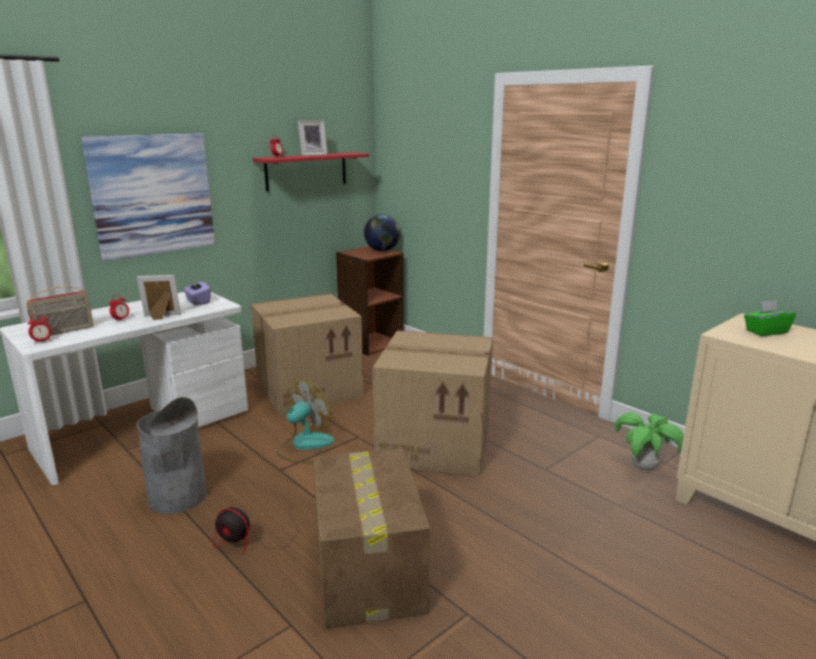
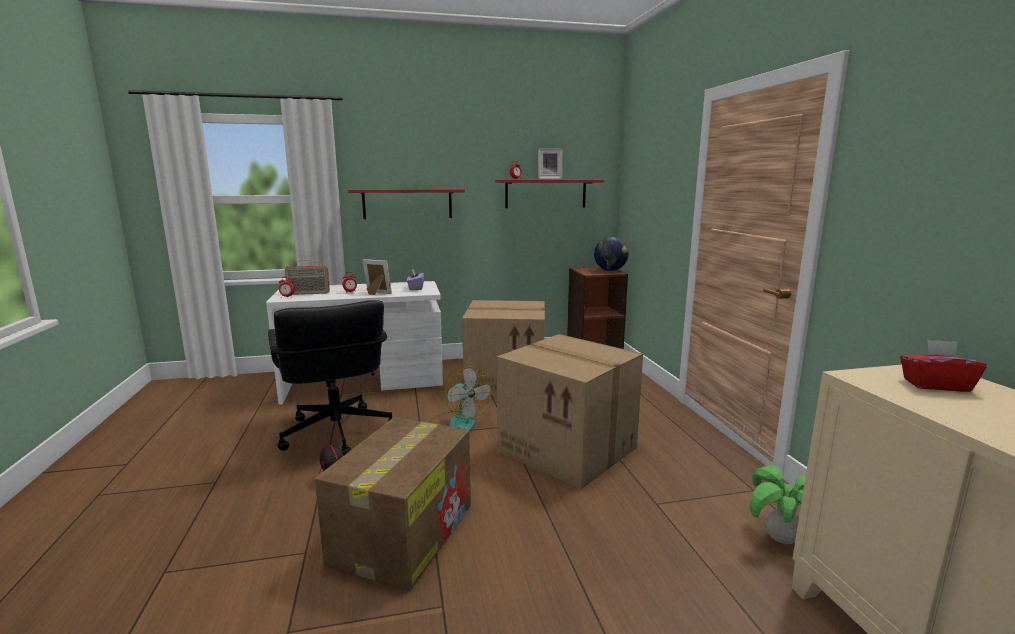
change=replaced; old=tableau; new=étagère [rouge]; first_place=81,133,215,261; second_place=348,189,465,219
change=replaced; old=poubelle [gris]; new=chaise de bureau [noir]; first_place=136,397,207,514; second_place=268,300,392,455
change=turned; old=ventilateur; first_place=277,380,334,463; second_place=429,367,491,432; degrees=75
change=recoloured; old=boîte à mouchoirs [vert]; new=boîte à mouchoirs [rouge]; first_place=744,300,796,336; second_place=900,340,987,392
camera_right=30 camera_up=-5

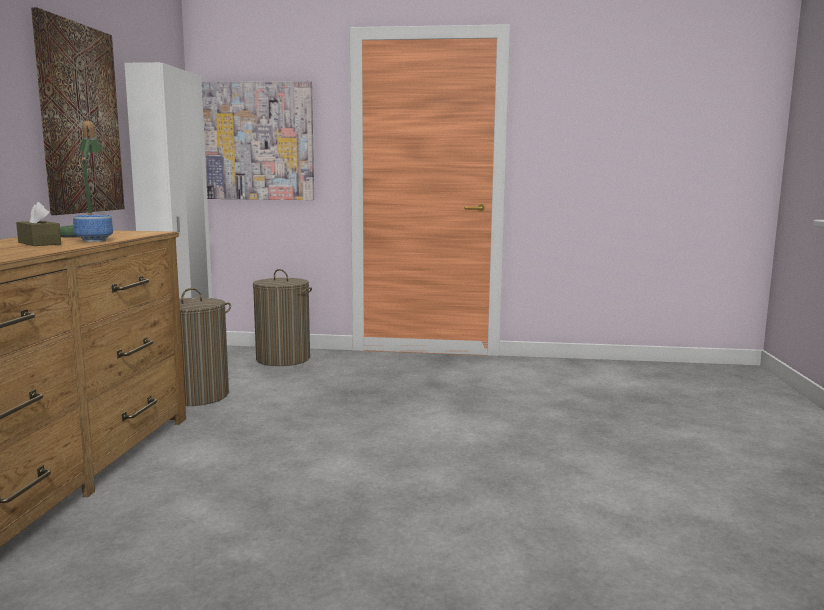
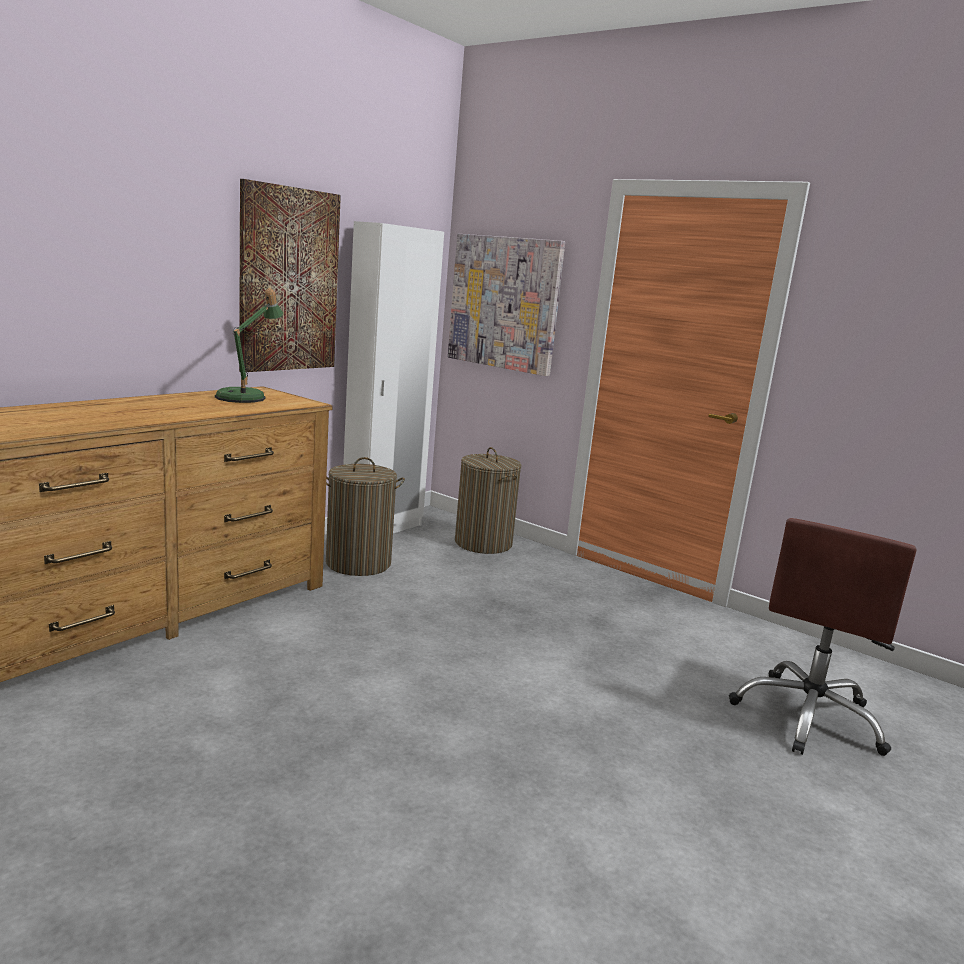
change=removed; old=boîte à mouchoirs [marron]; first_place=16,202,61,246
change=removed; old=bol; first_place=73,215,113,242
change=added; new=chaise de bureau [marron]; second_place=729,518,917,756
camera_right=30 camera_up=5

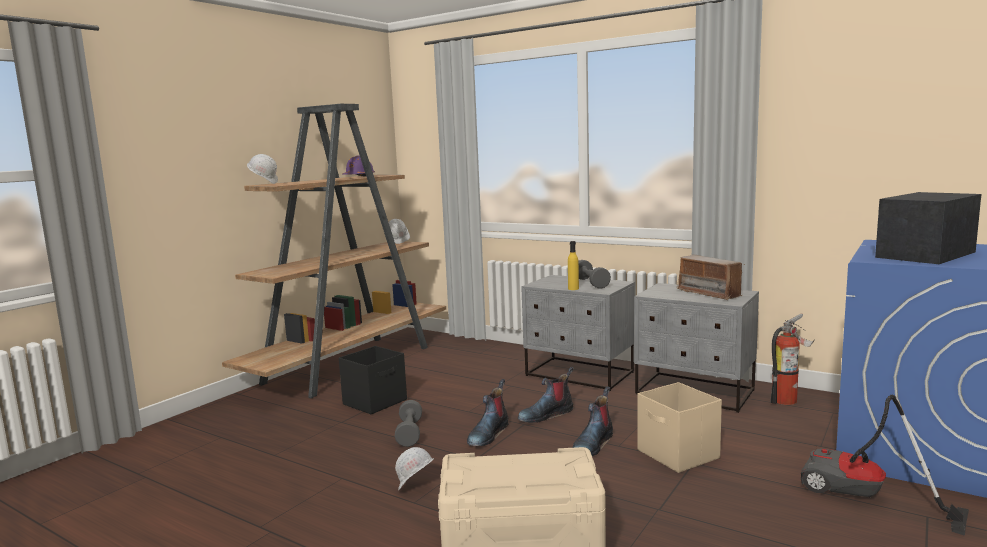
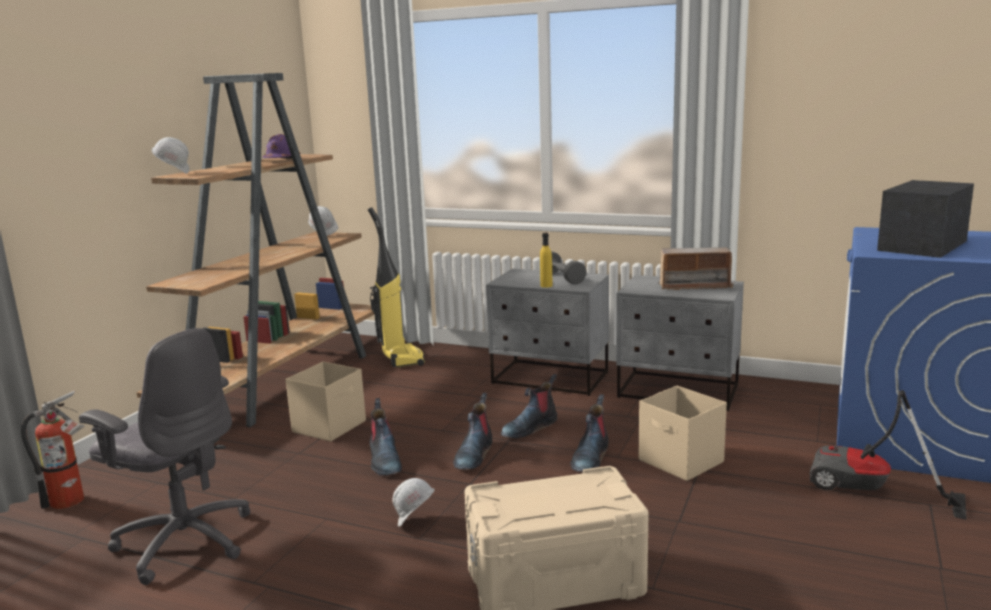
change=recoloured; old=boîte de rangement [noir]; new=boîte de rangement [beige]; first_place=339,346,407,414; second_place=286,362,366,442
change=replaced; old=haltère [gris]; new=botte; first_place=395,400,422,447; second_place=370,398,402,476
change=turned; old=radio; first_place=676,255,745,300; second_place=660,247,735,290; degrees=-45
change=moved; old=extincteur; first_place=770,314,815,405; second_place=21,390,85,509
change=added; new=chaise de bureau [gris]; second_place=79,328,250,585
change=added; new=aspirateur; second_place=368,207,425,367
camera_right=-10 camera_up=5

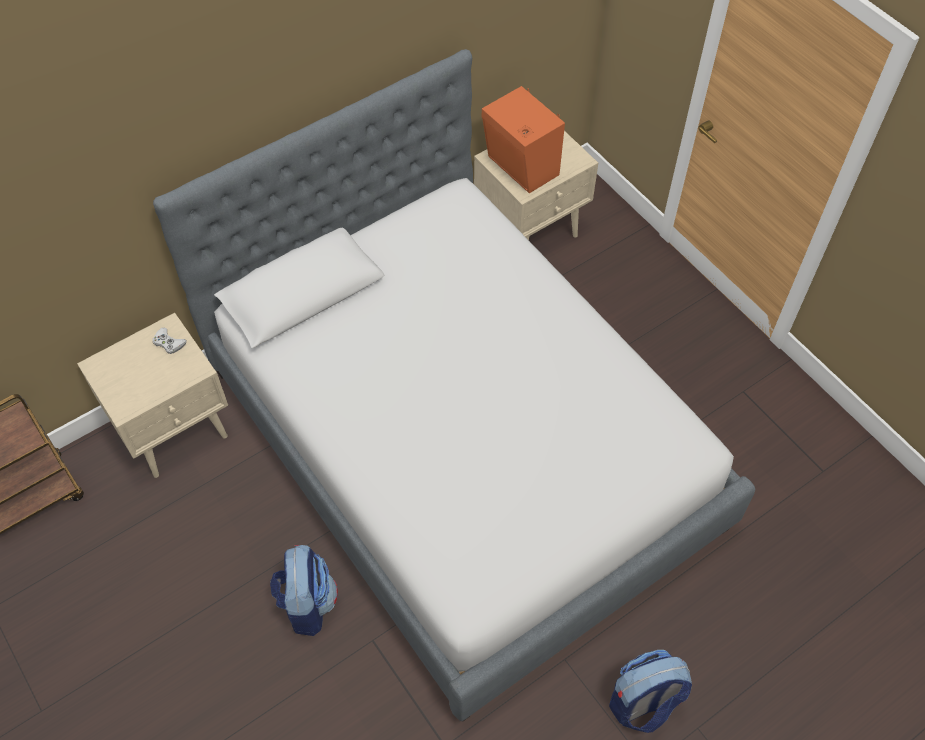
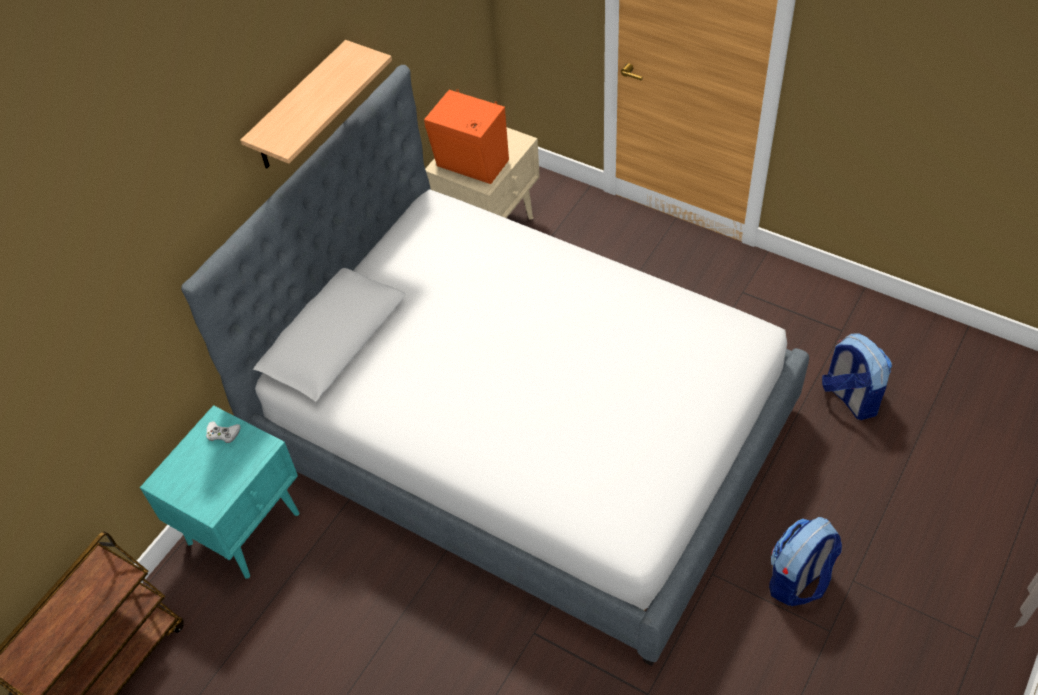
change=recoloured; old=table de chevet [beige]; new=table de chevet [turquoise]; first_place=77,313,228,478; second_place=140,405,300,579
change=moved; old=sac à dos; first_place=270,545,338,636; second_place=822,333,892,420
change=added; new=étagère; second_place=240,40,392,168
camera_right=-20 camera_up=-5

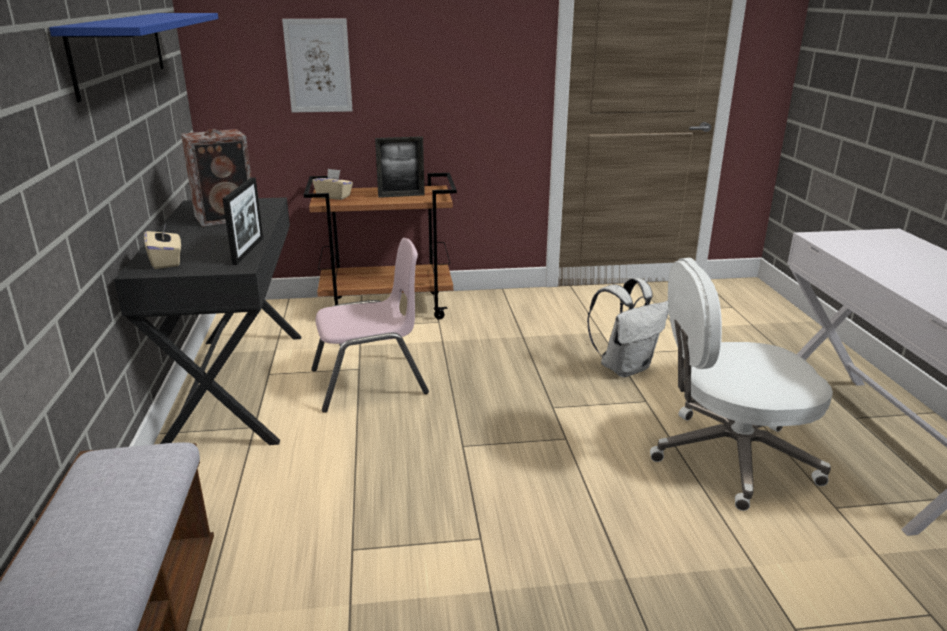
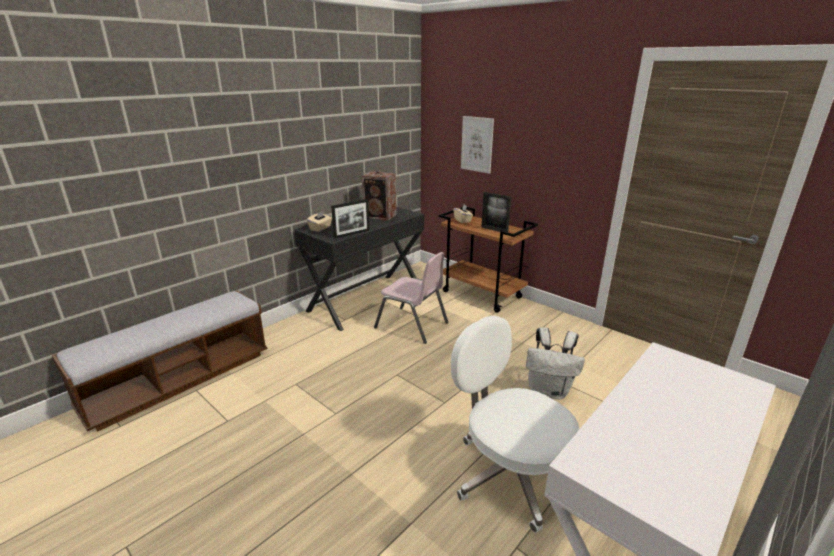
change=removed; old=étagère [bleu]; first_place=49,13,218,102
camera_right=50 camera_up=0

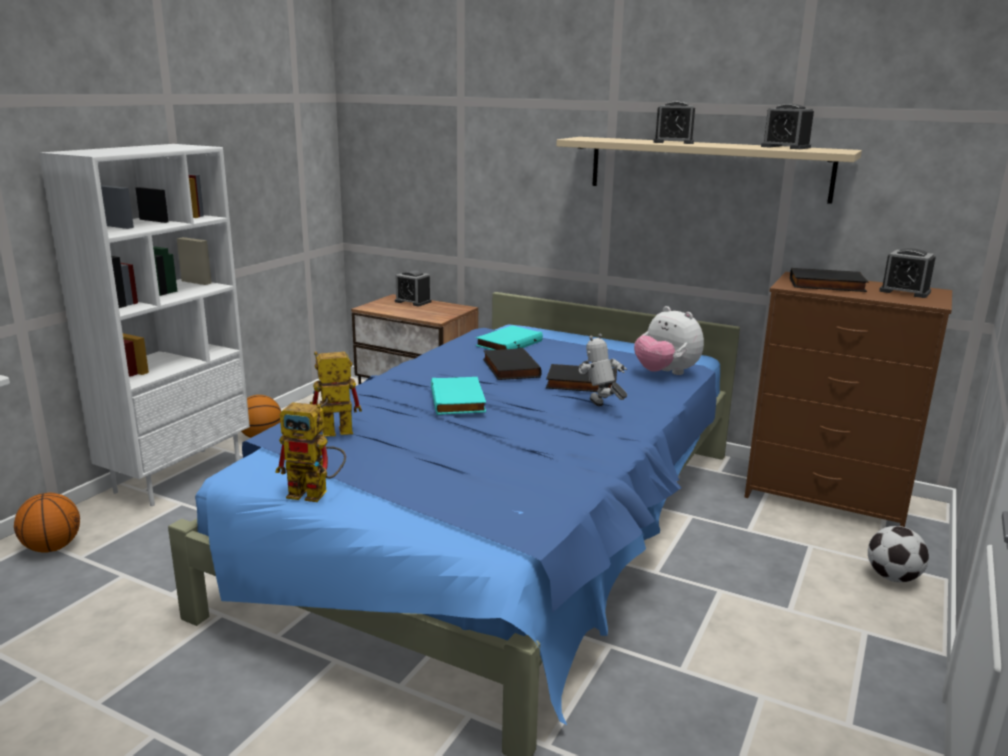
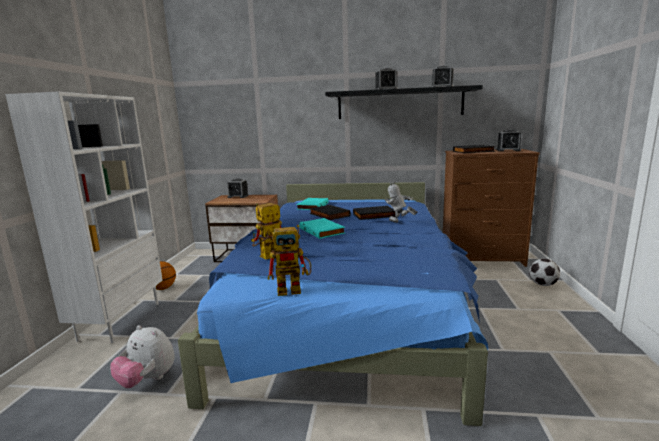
change=removed; old=ballon de basket; first_place=14,493,80,553
change=recoloured; old=étagère [beige]; new=étagère [noir]; first_place=556,137,862,204; second_place=325,85,483,119
change=moved; old=peluche; first_place=634,306,704,375; second_place=110,325,175,388
camera_right=-20 camera_up=-5

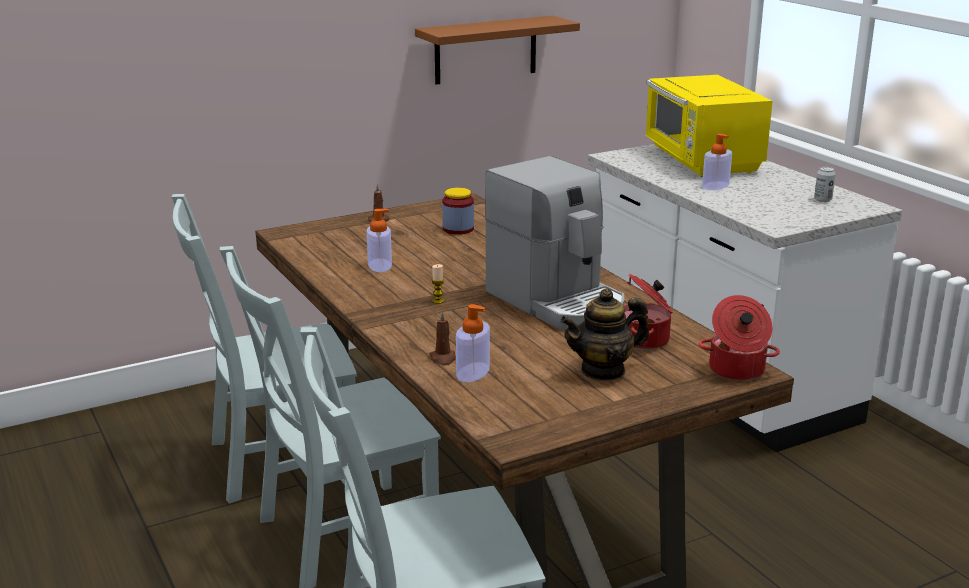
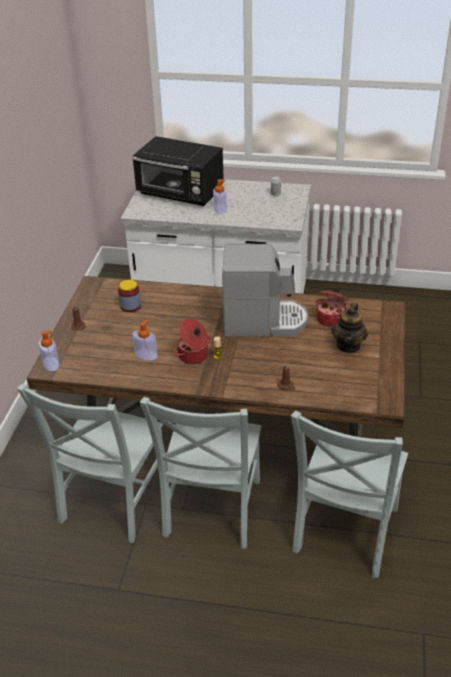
change=removed; old=étagère [marron]; first_place=415,16,580,85
change=moved; old=distributeur de savon; first_place=456,304,490,382; second_place=38,330,59,371
change=recoloured; old=micro-ondes [jaune]; new=micro-ondes [noir]; first_place=645,75,773,177; second_place=132,136,224,206
change=moved; old=marmite; first_place=699,295,780,381; second_place=174,319,211,364
camera_right=-50 camera_up=15

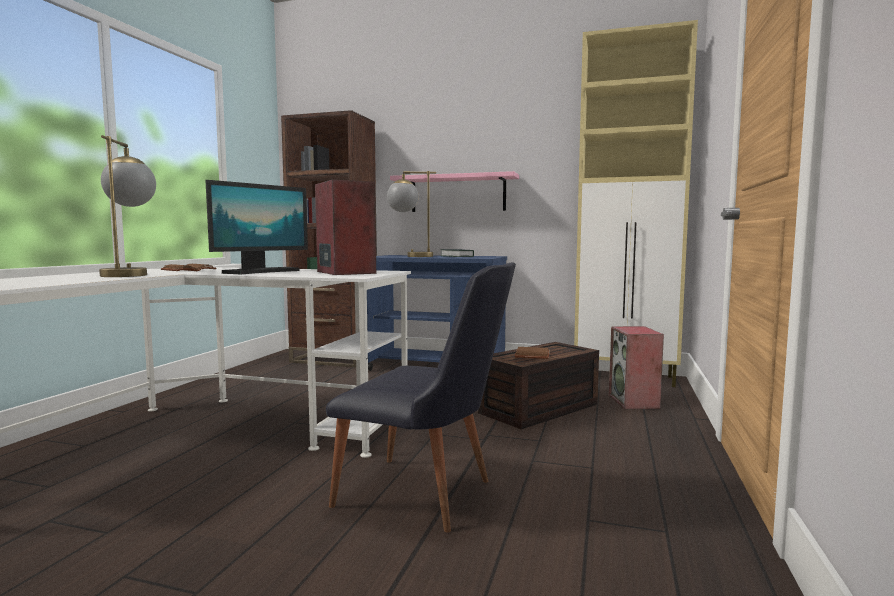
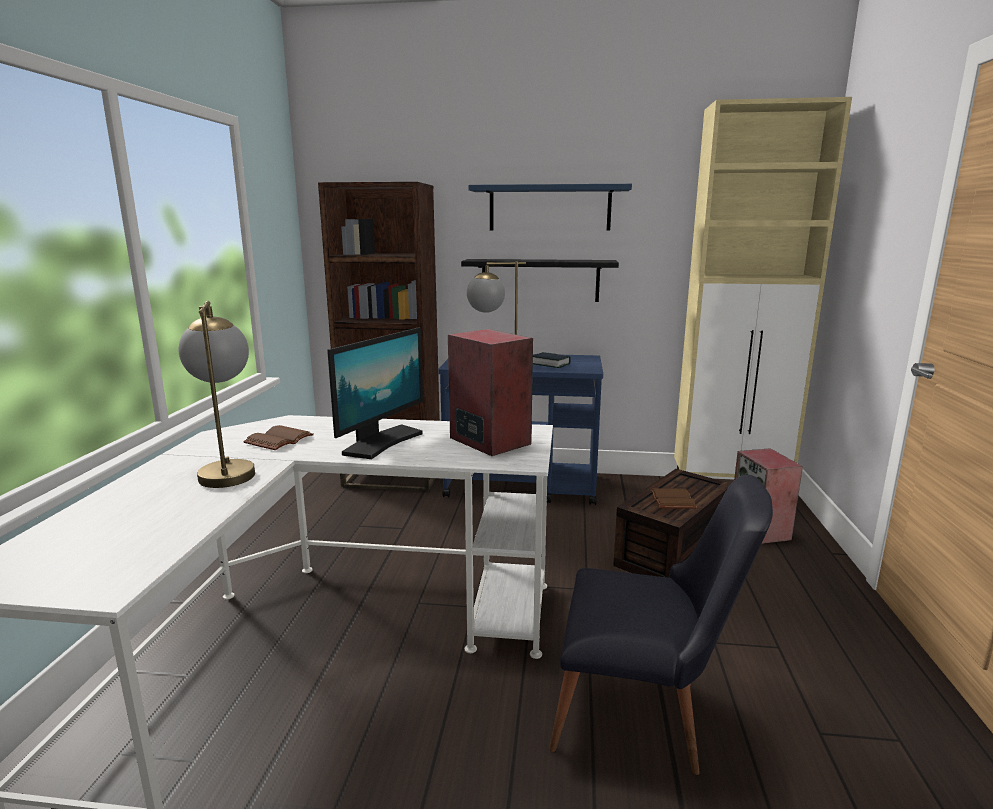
change=recoloured; old=étagère [rose]; new=étagère [noir]; first_place=390,171,519,212; second_place=461,259,619,302
change=added; new=étagère [bleu]; second_place=468,184,632,231
camera_right=-10 camera_up=10

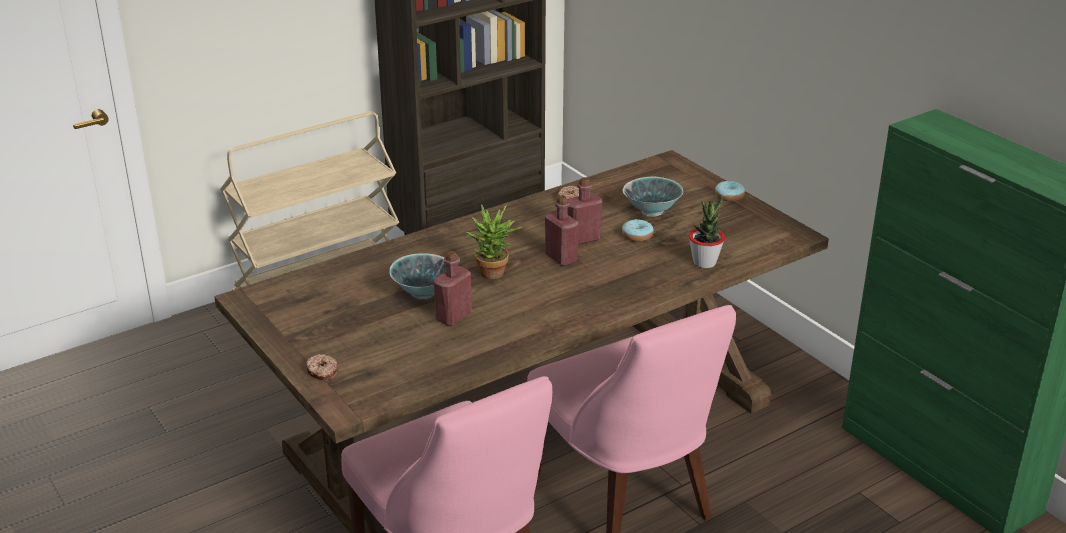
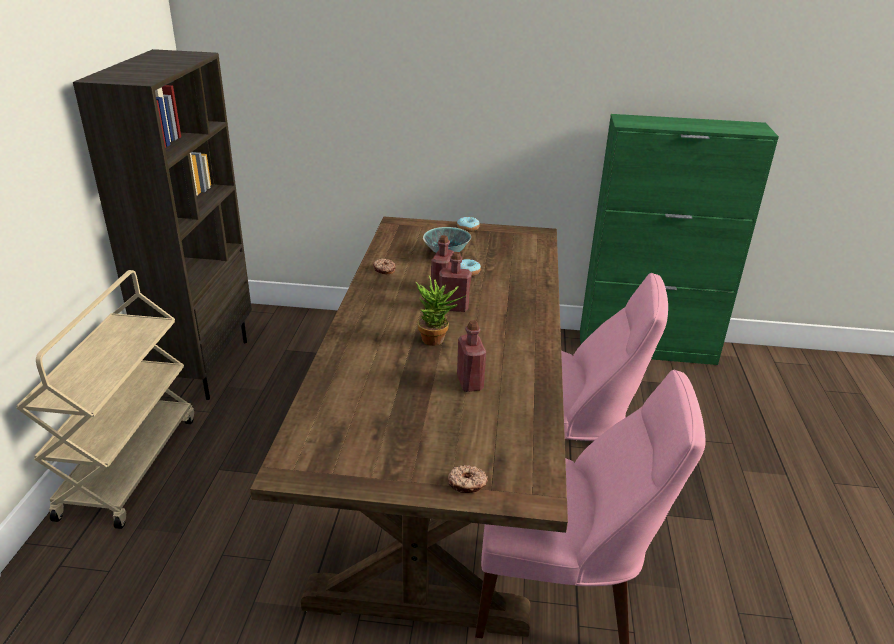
change=removed; old=bol; first_place=389,253,446,299
change=removed; old=plante en pot; first_place=689,197,725,268
camera_right=-50 camera_up=0

